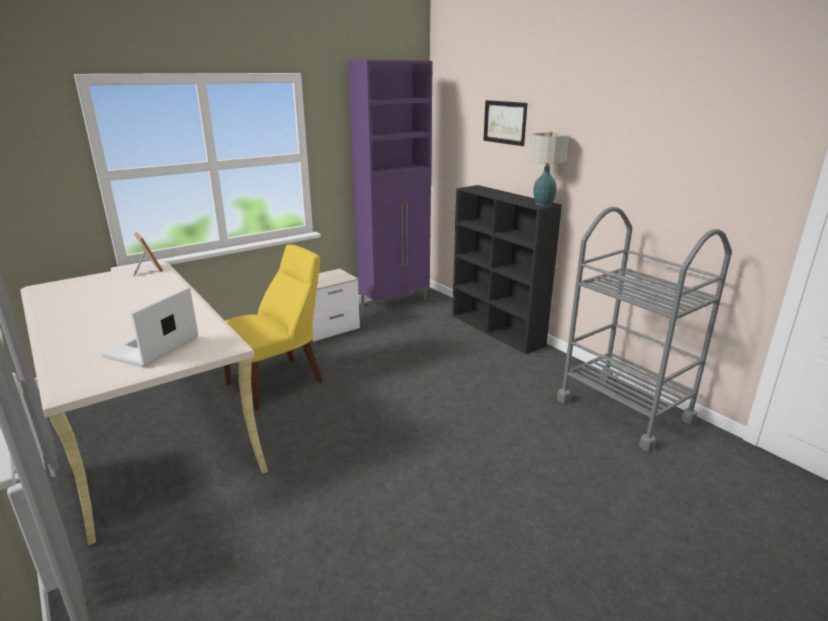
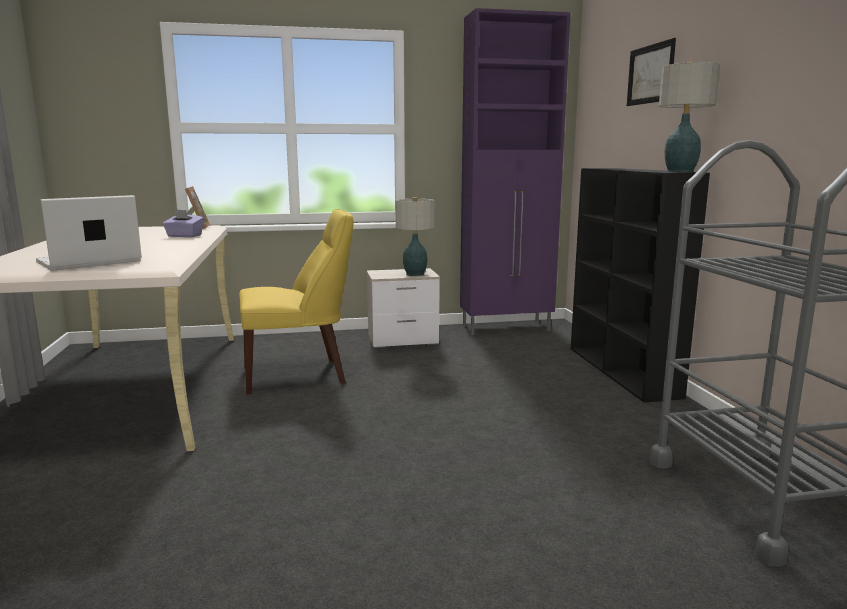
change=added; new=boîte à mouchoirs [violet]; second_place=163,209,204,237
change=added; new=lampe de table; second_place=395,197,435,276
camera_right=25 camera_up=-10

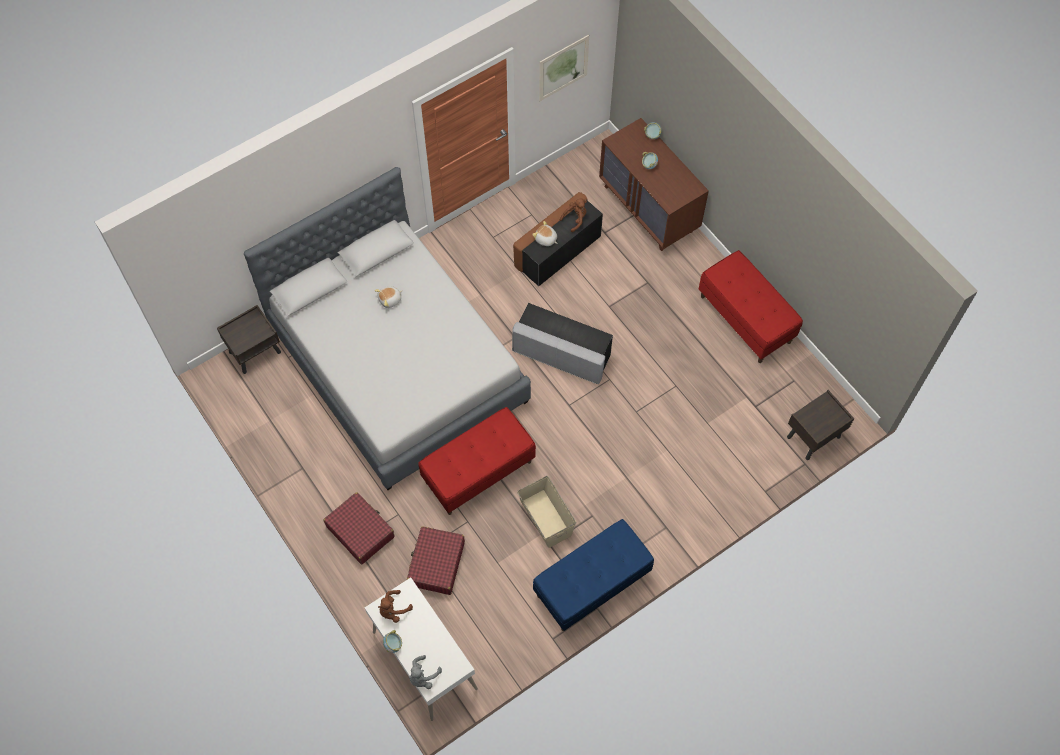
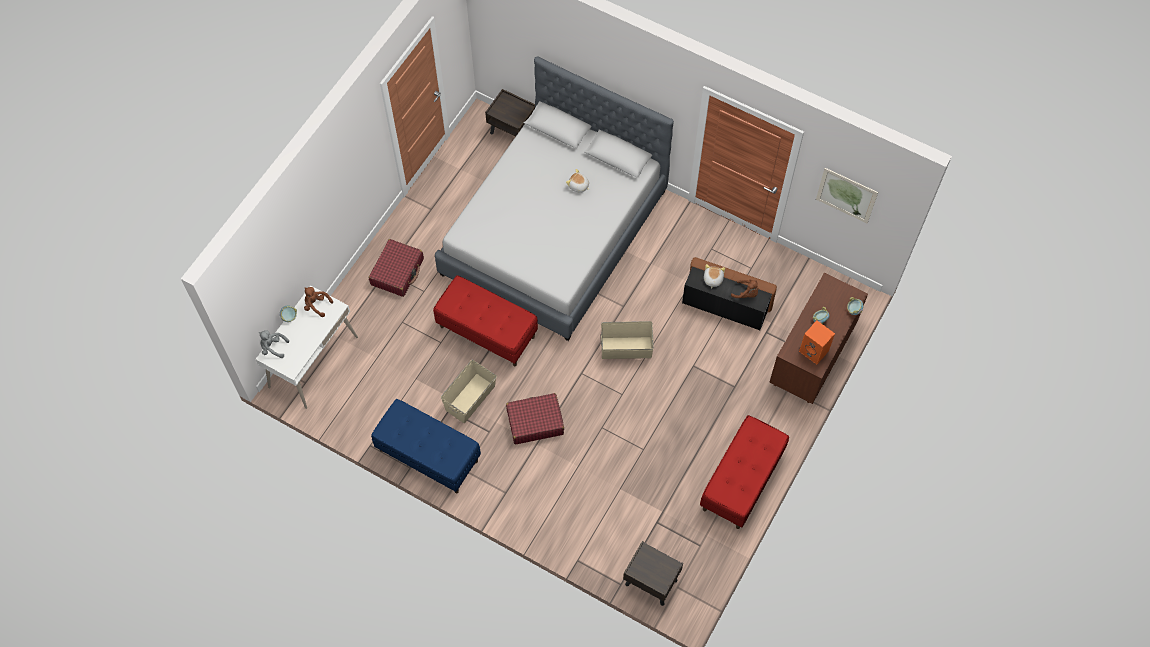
change=moved; old=valise [rouge]; first_place=407,526,465,595; second_place=506,393,564,444
change=replaced; old=pouf [gris]; new=boîte de rangement [beige]; first_place=512,303,613,384; second_place=601,321,654,359
change=added; new=enceinte [orange]; second_place=799,320,835,364
camera_right=65 camera_up=0

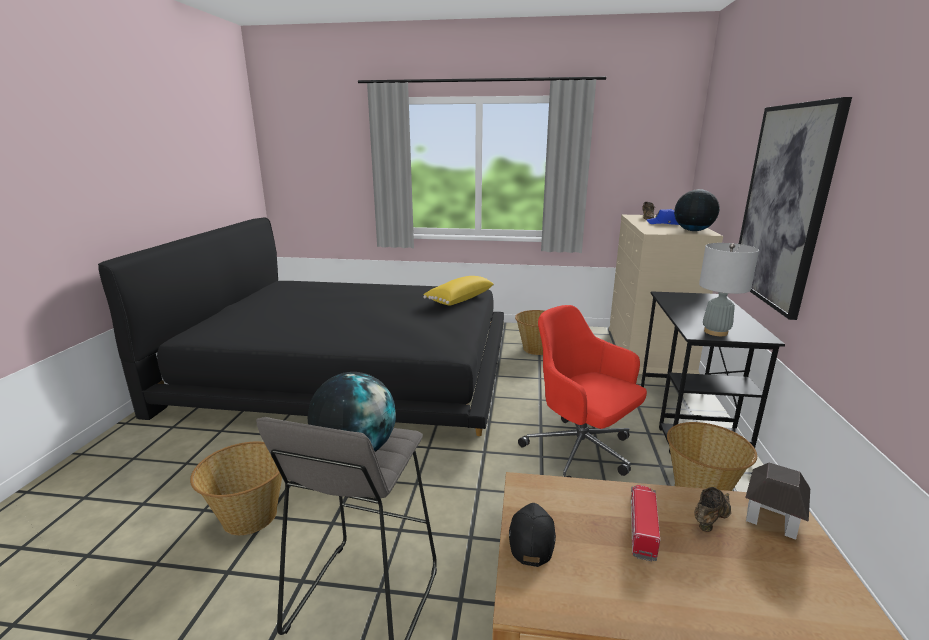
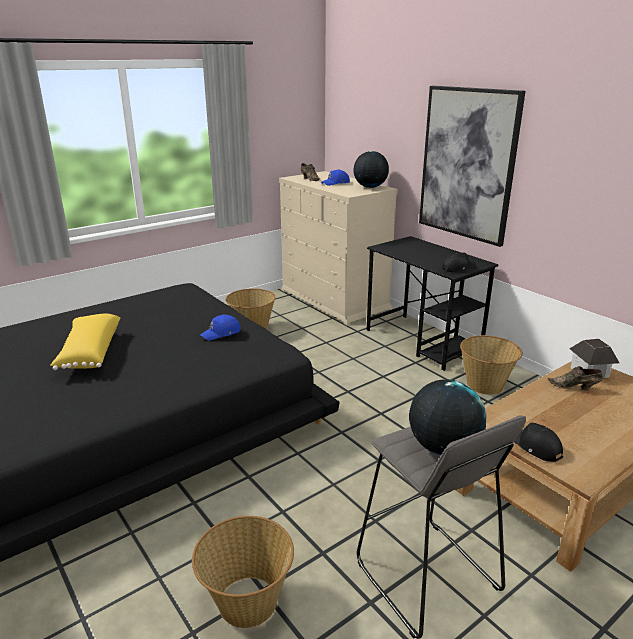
change=moved; old=coussin [jaune]; first_place=423,276,494,306; second_place=50,314,120,370
change=removed; old=chaise de bureau [rouge]; first_place=518,305,647,477
change=removed; old=camion jouet; first_place=631,485,660,561
change=turned; old=chaussure [marron]; first_place=695,487,731,532; second_place=548,366,603,391; degrees=-75
change=replaced; old=lampe de table [gris]; new=casquette [noir]; first_place=699,243,759,336; second_place=442,253,476,272
change=added; new=casquette [bleu]; second_place=201,315,241,341
camera_right=-45 camera_up=5

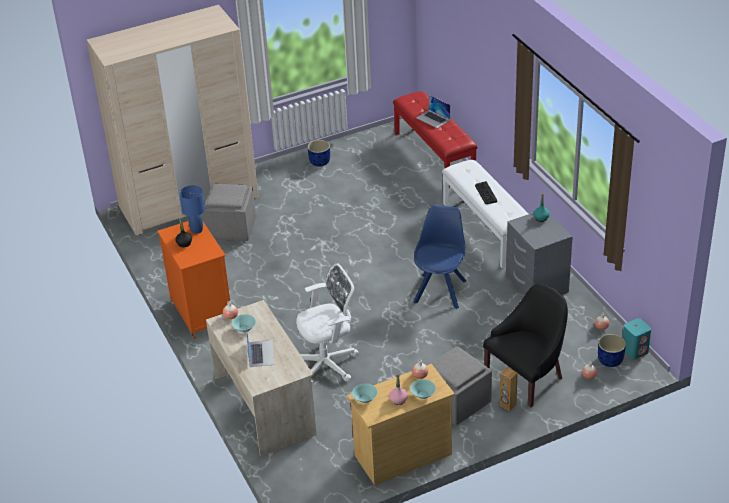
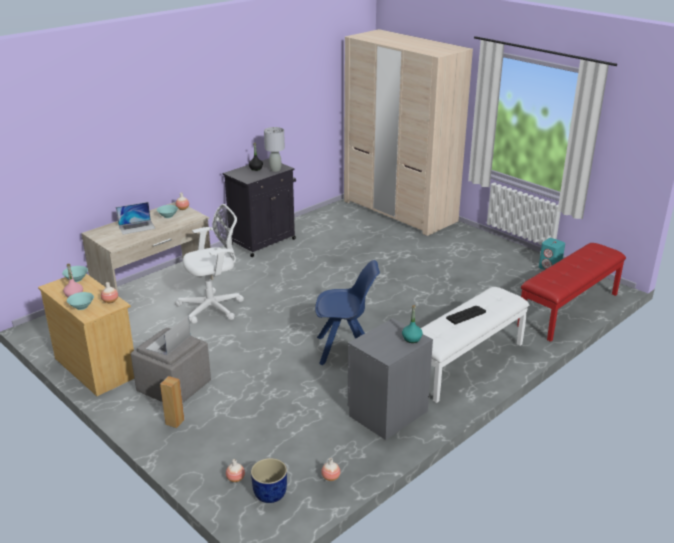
change=recoloured; old=meuble de rangement [orange]; new=meuble de rangement [noir]; first_place=157,221,230,339; second_place=223,159,296,257
change=recoloured; old=lampe de table [bleu]; new=lampe de table [gris]; first_place=179,185,205,234; second_place=264,127,285,172
change=removed; old=pouf [gris]; first_place=203,184,256,241
change=turned; old=chaise de bureau [blanc]; first_place=296,263,359,385; second_place=175,204,244,324; degrees=-75
change=removed; old=cache-pot [bleu]; first_place=307,140,330,167
change=moved; old=ordinateur portable; first_place=416,95,450,128; second_place=146,316,190,356
change=removed; old=fauteuil [noir]; first_place=483,283,568,407
change=moved; old=enceinte [turquoise]; first_place=623,318,651,359; second_place=539,238,565,270
camera_right=70 camera_up=-10

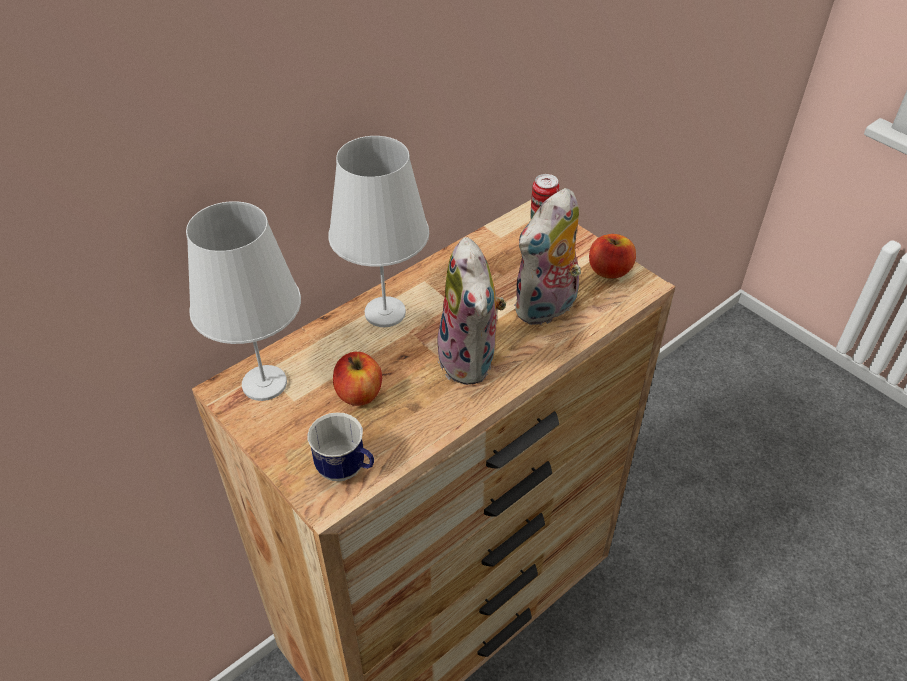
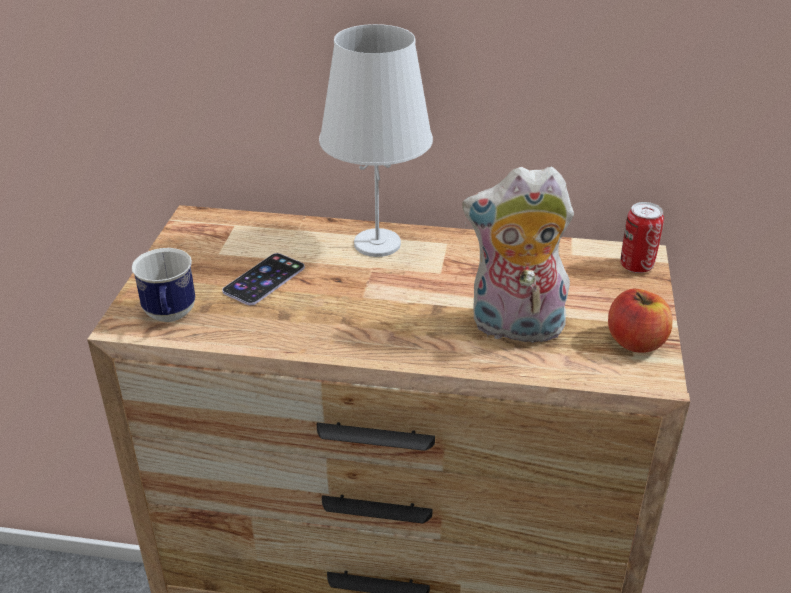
change=removed; old=lampe de table [blanc]; first_place=186,201,301,401
change=replaced; old=pomme; new=téléphone; first_place=333,352,382,406; second_place=222,253,305,305
change=removed; old=peluche; first_place=434,237,506,385
camera_right=50 camera_up=-10

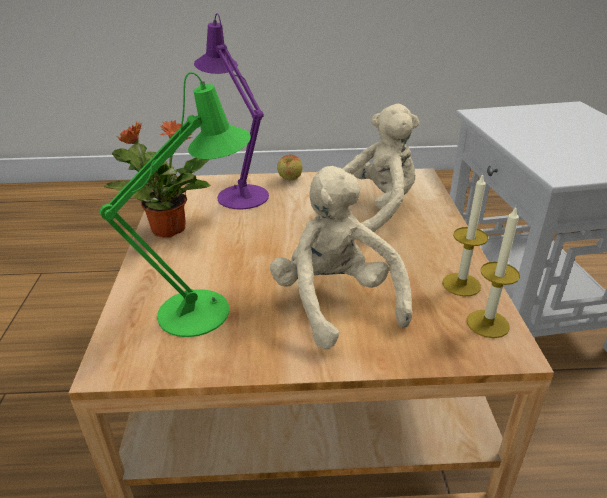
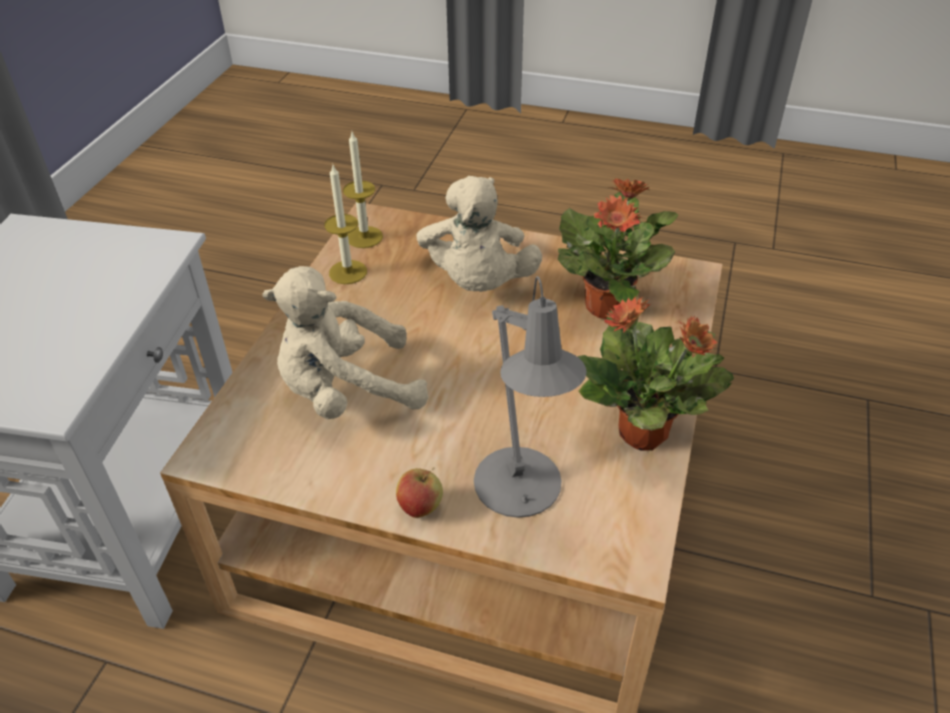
change=replaced; old=lampe de table [vert]; new=plante en pot; first_place=100,72,251,337; second_place=558,178,678,319
change=recoloured; old=lampe de table [violet]; new=lampe de table [gris]; first_place=194,13,269,209; second_place=474,276,587,518
camera_right=-160 camera_up=10

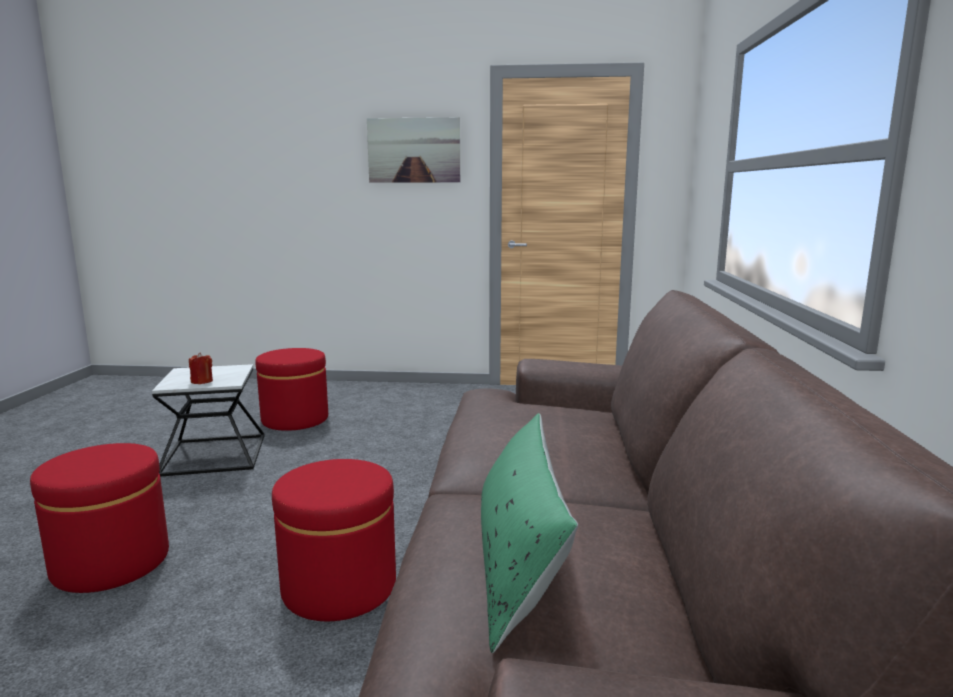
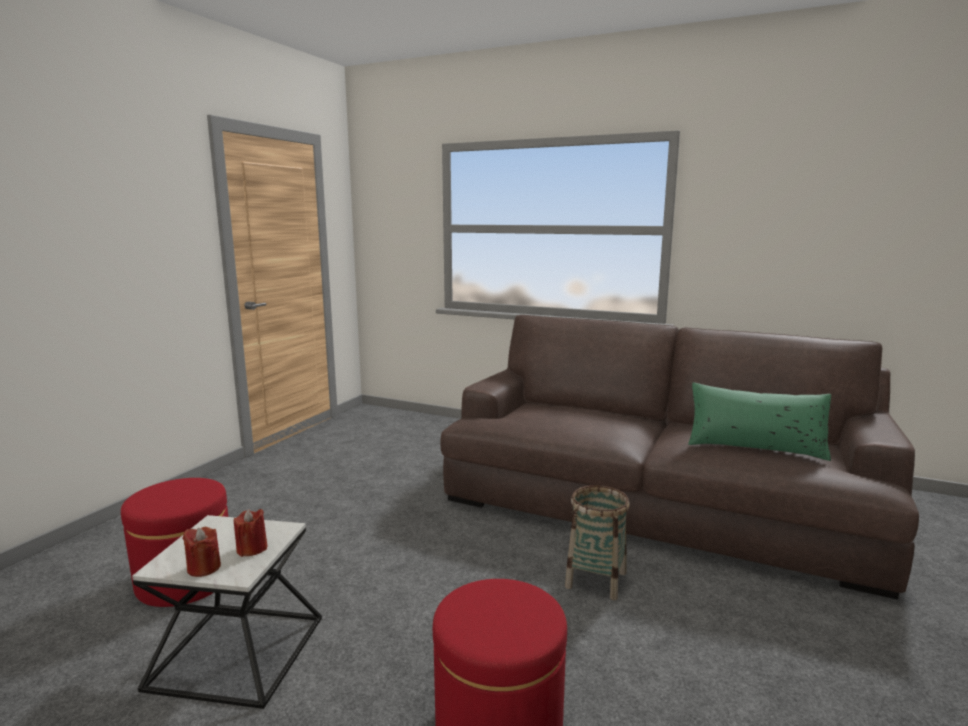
change=replaced; old=pouf [rouge]; new=panier; first_place=272,459,396,621; second_place=565,485,630,600
change=removed; old=tableau; first_place=367,117,460,183
change=added; new=bougie [rouge]; second_place=183,527,221,577
camera_right=-70 camera_up=0

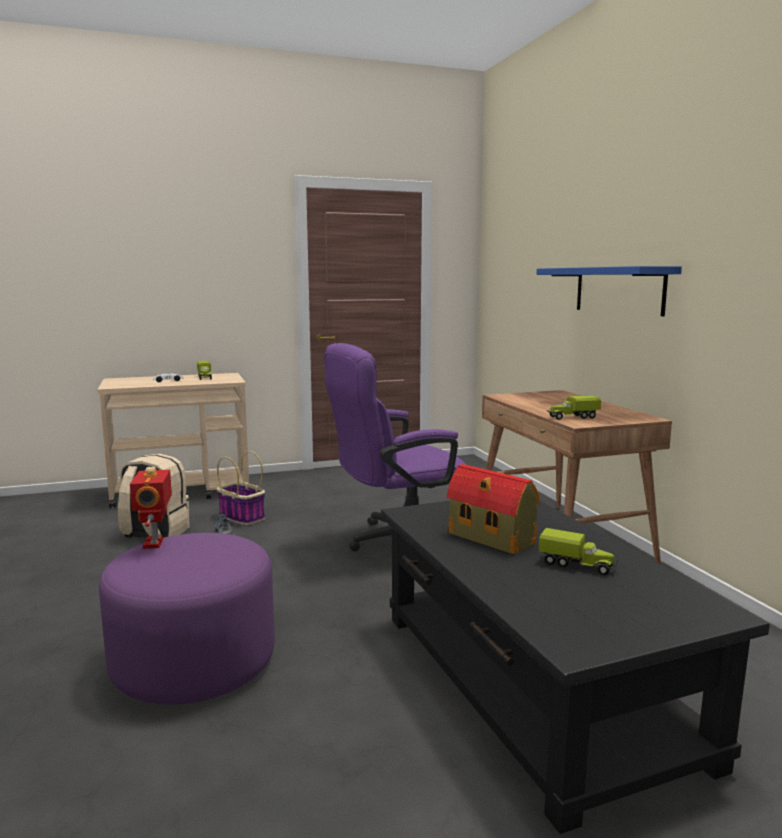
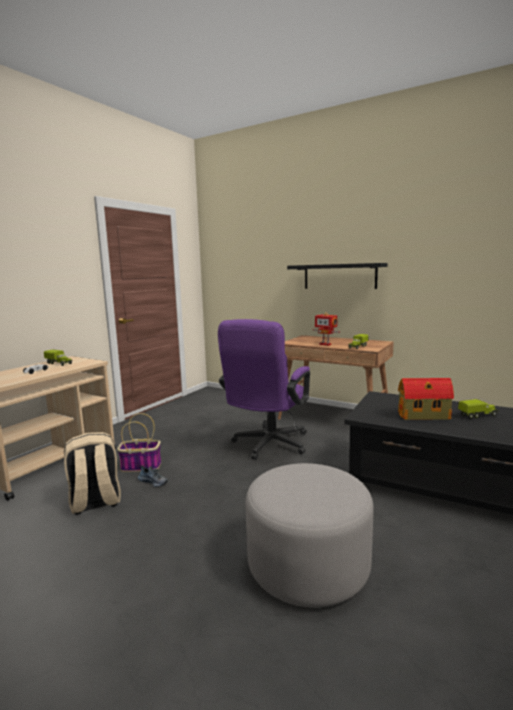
change=recoloured; old=pouf [violet]; new=pouf [gris]; first_place=99,533,275,705; second_place=246,463,374,607
change=moved; old=robot jouet; first_place=130,468,172,549; second_place=313,312,340,346
change=recoloured; old=étagère [bleu]; new=étagère [noir]; first_place=536,266,682,316; second_place=287,263,388,289
camera_right=-40 camera_up=0

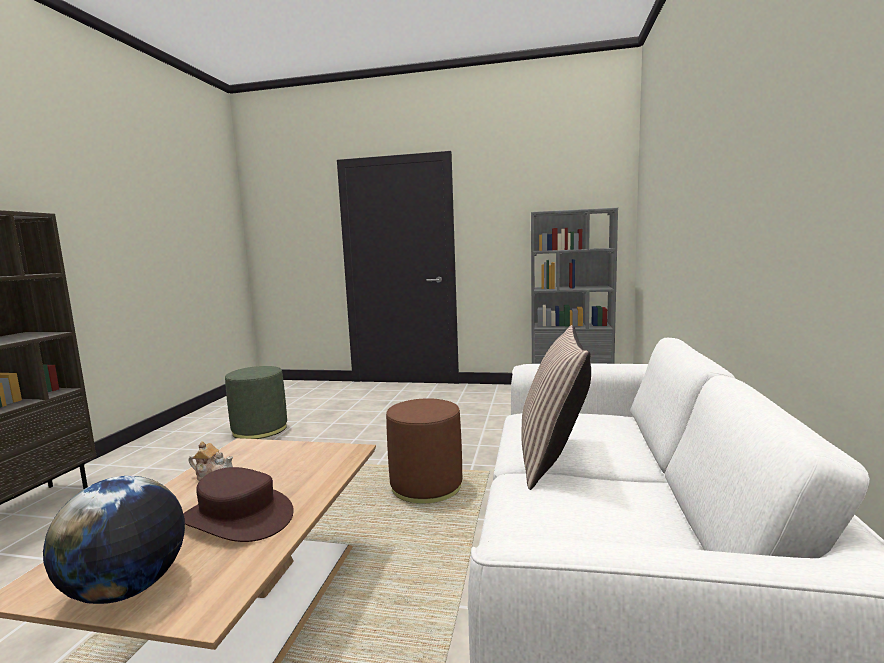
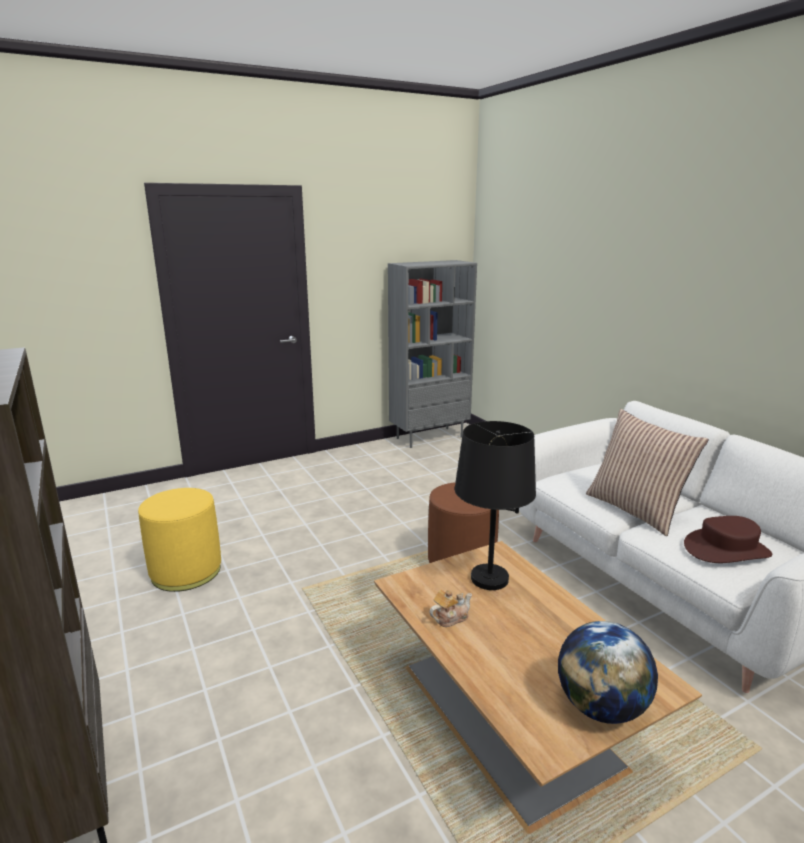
change=moved; old=chapeau [marron]; first_place=183,467,294,542; second_place=684,516,773,563
change=recoloured; old=pouf [vert]; new=pouf [jaune]; first_place=225,366,287,439; second_place=138,488,221,592
change=added; new=lampe de table [noir]; second_place=455,421,536,590
camera_right=-40 camera_up=10

